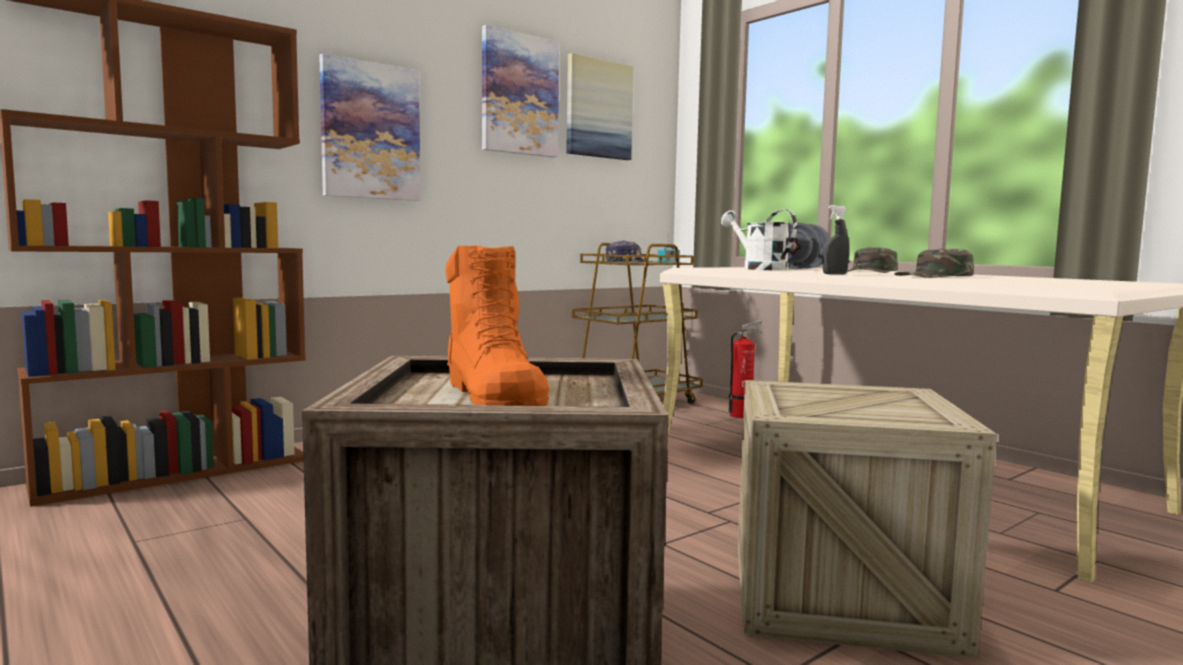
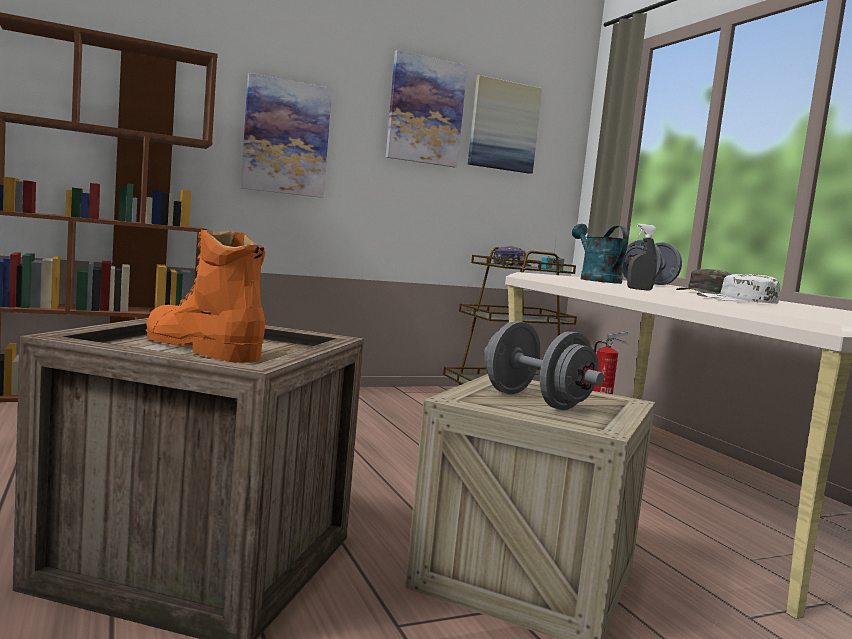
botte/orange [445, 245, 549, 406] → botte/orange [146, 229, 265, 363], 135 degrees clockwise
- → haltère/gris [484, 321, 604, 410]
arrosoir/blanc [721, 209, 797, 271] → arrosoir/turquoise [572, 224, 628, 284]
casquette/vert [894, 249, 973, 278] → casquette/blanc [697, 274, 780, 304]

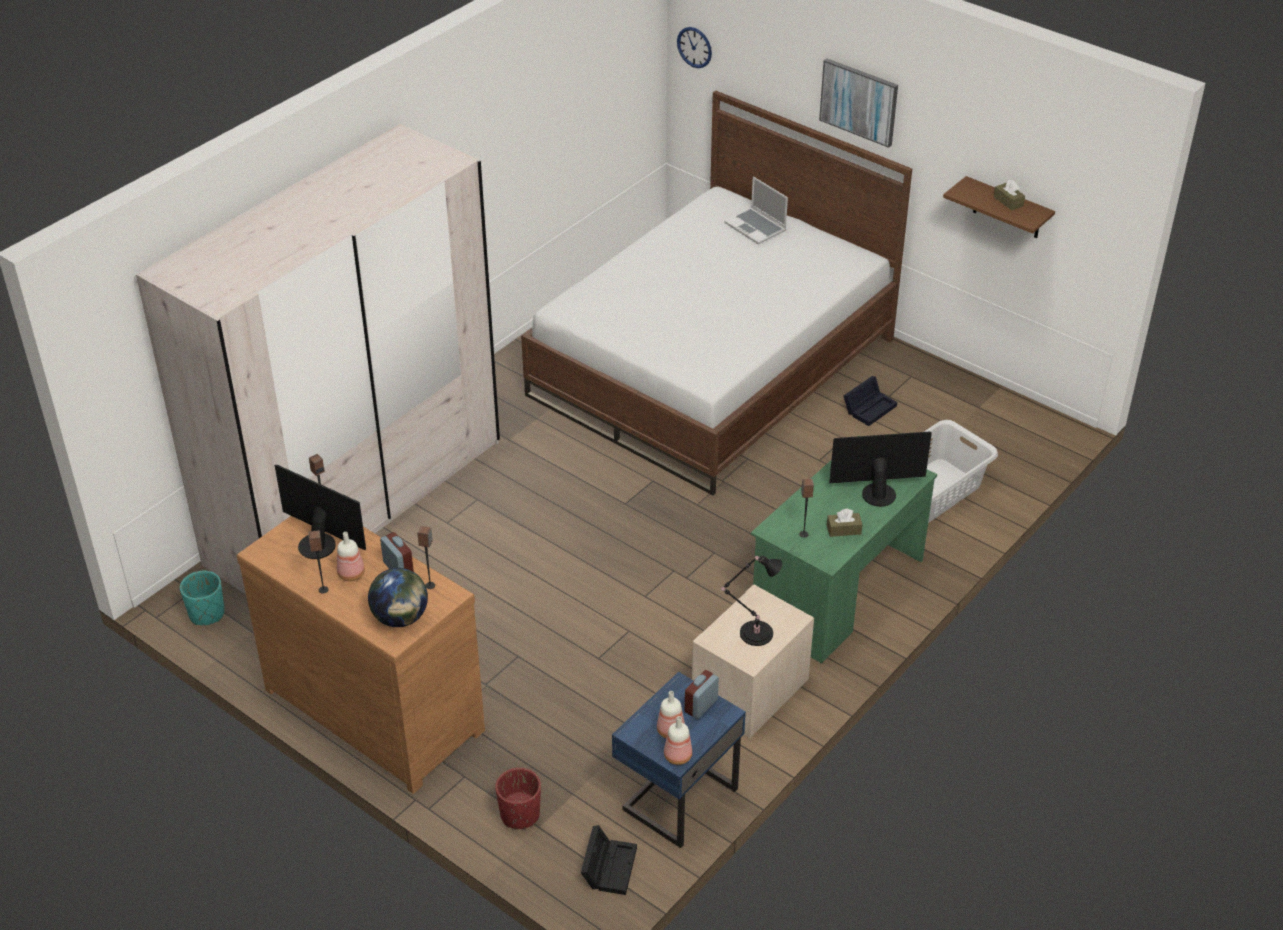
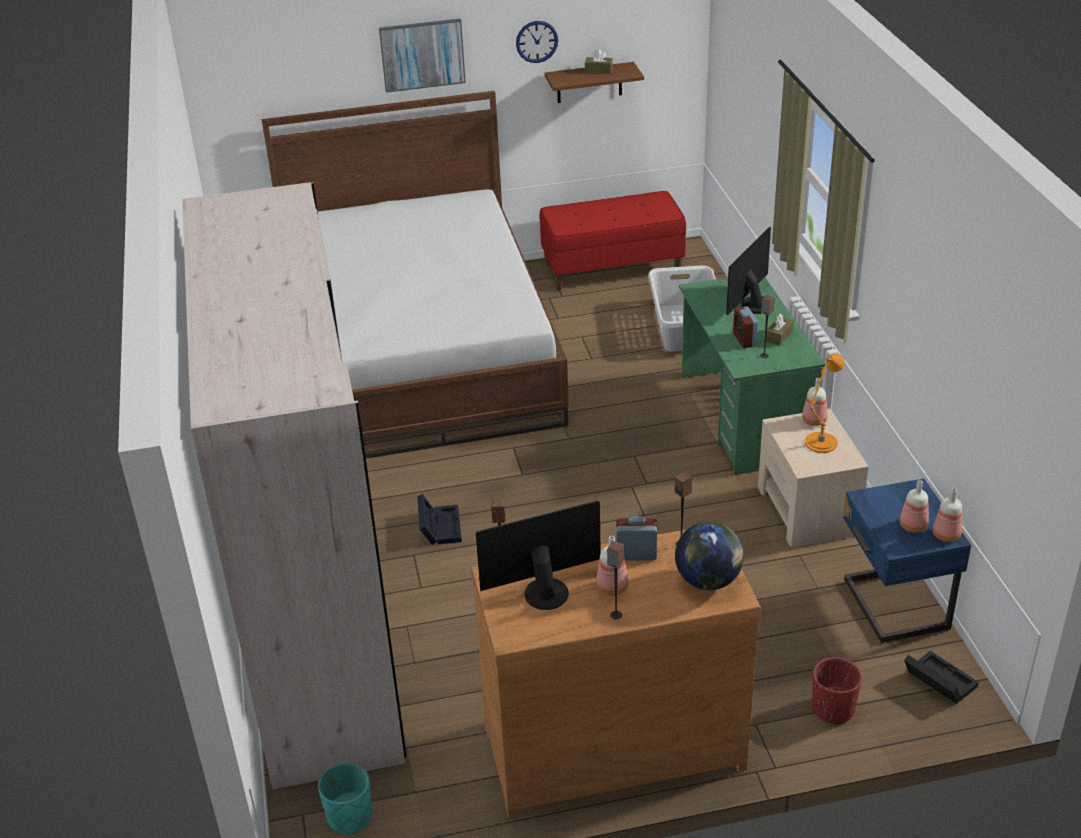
boîte de rangement/noir [844, 376, 897, 426] → boîte de rangement/noir [417, 494, 462, 545], relocated
horloge murale [677, 27, 712, 68] → horloge murale [516, 21, 558, 63], relocated
- → banc/rouge [539, 191, 686, 291]
réveil [685, 670, 719, 719] → réveil [733, 306, 758, 348], relocated
- → bouteille [802, 378, 828, 426]
lampe de table/noir [720, 556, 782, 646] → lampe de table/orange [805, 354, 845, 453]
ordinateur portable [725, 177, 788, 244] → -

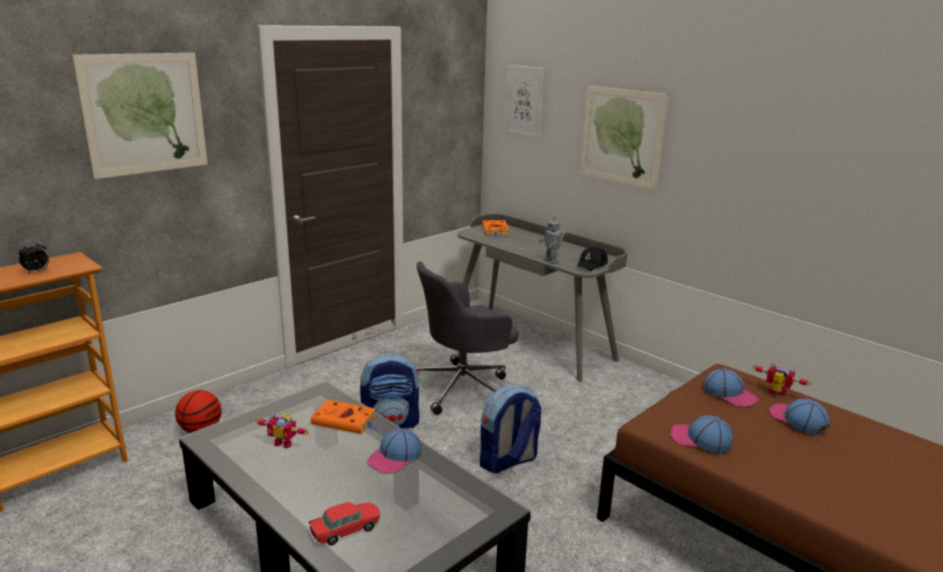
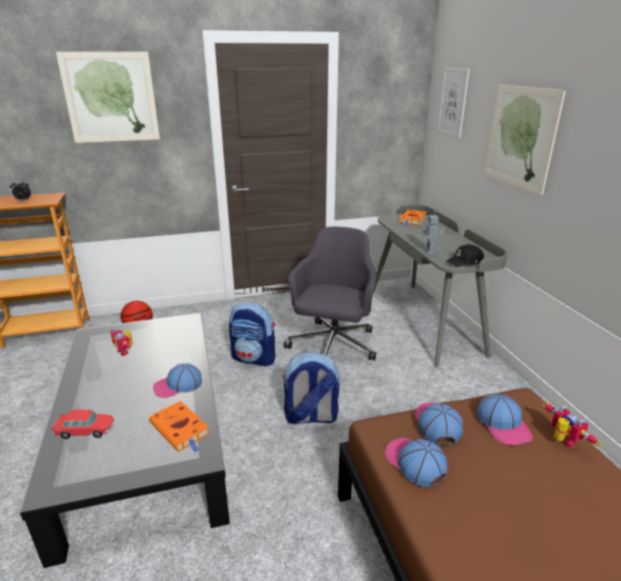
livre/orange [311, 400, 378, 434] → livre/orange [149, 401, 210, 452], relocated
chaise de bureau/gris [415, 261, 519, 415] → chaise de bureau/gris [284, 227, 377, 360], 105 degrees clockwise
casquette [769, 399, 830, 435] → casquette [415, 402, 463, 446], relocated

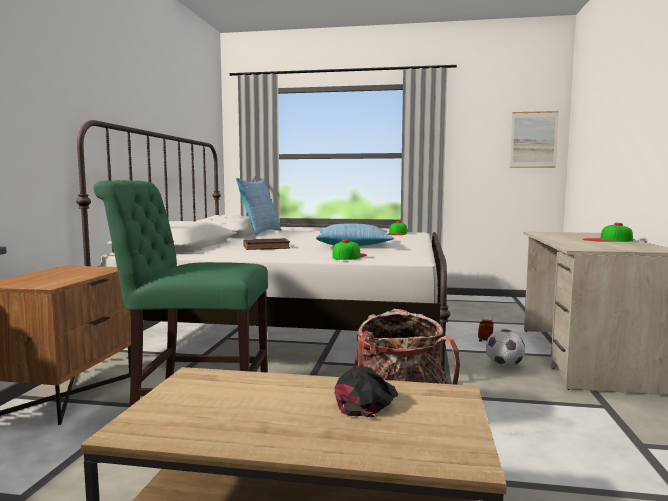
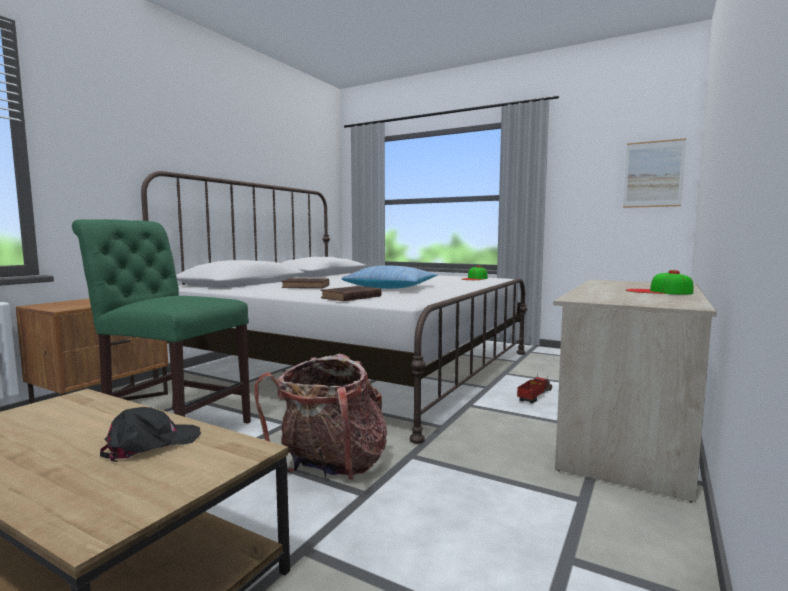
casquette [332, 239, 367, 260] → livre/marron [321, 286, 381, 301]
coussin [236, 178, 281, 235] → -
ballon de foot [486, 329, 525, 367] → -

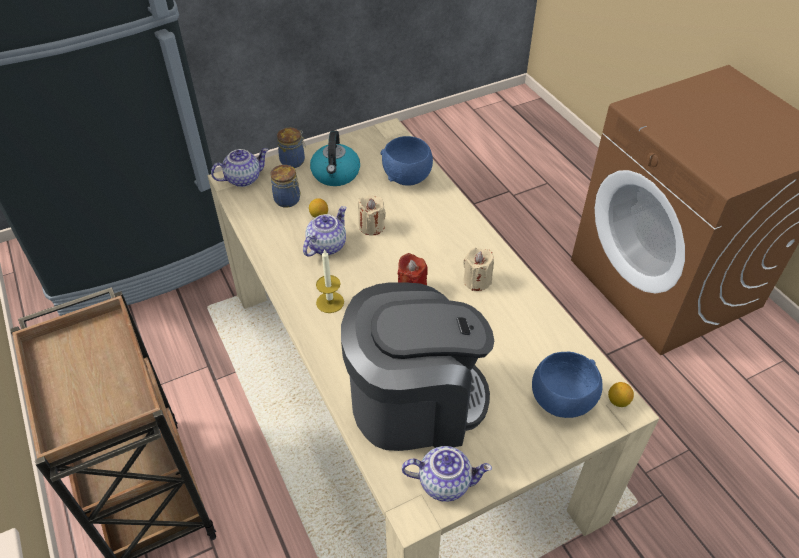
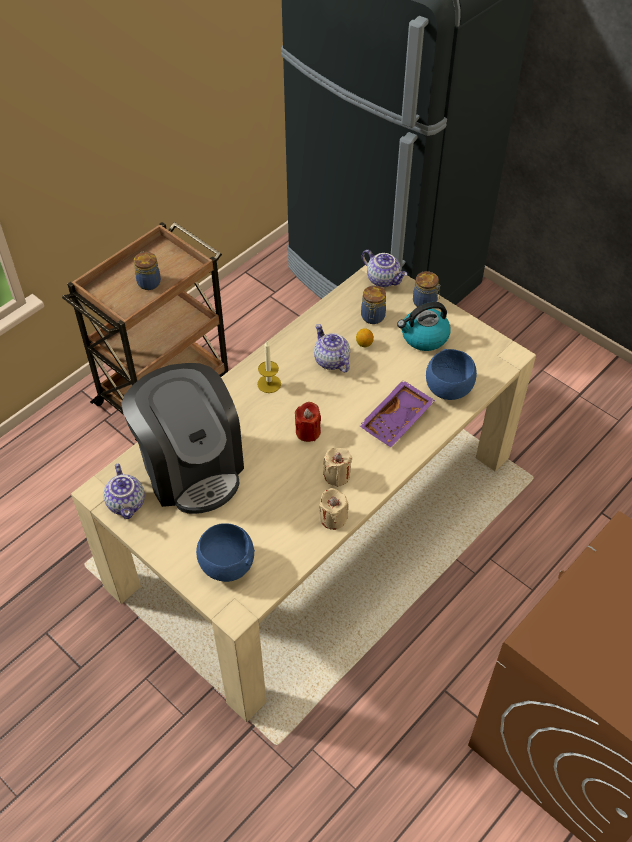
- → bocal [134, 252, 161, 290]
théière [303, 206, 347, 257] → théière [314, 324, 350, 372], 135 degrees counterclockwise
bougie/beige [358, 195, 386, 235] → bougie/beige [319, 488, 349, 530], relocated
- → plateau/violet [359, 380, 435, 447]
citron [608, 382, 634, 407] → -

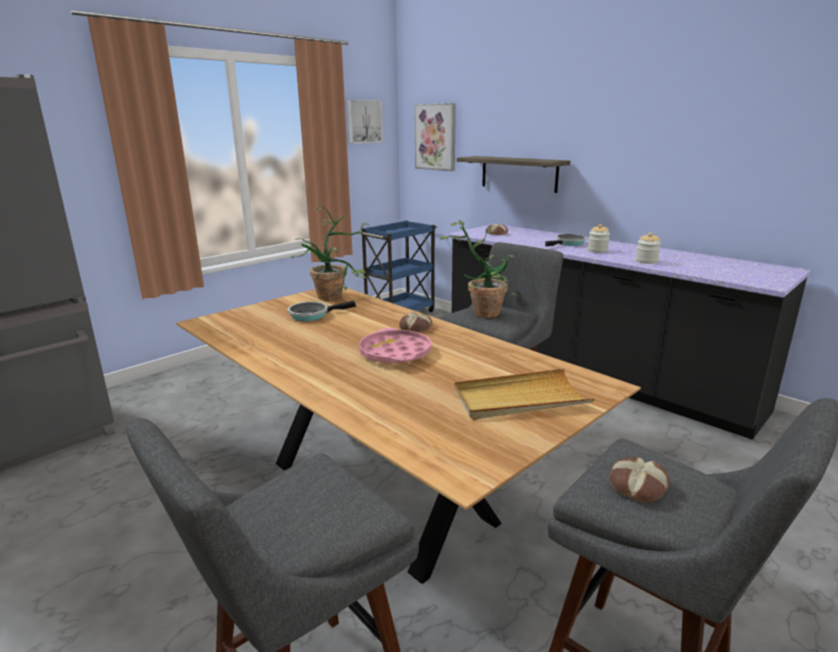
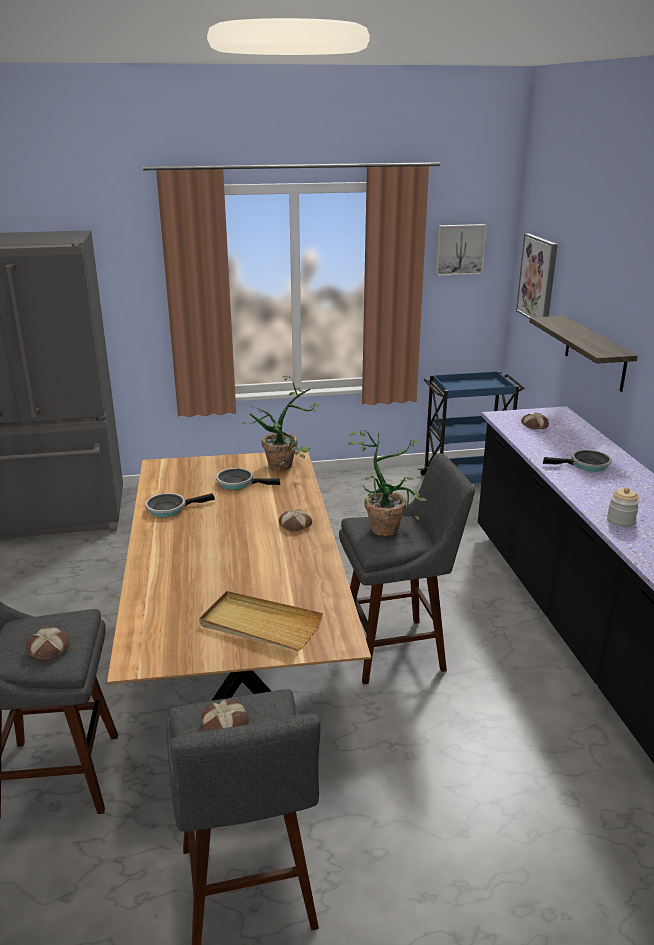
- → pain [26, 627, 70, 660]
- → poêle [145, 493, 215, 517]
plateau/rose [359, 328, 431, 363] → -
bocal [588, 224, 610, 253] → -

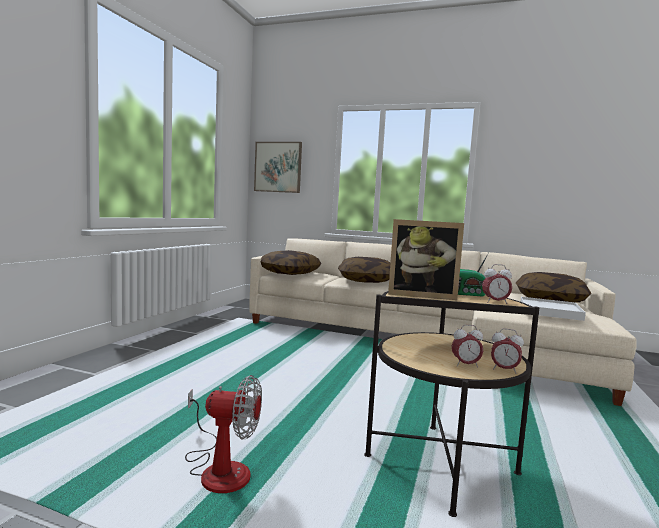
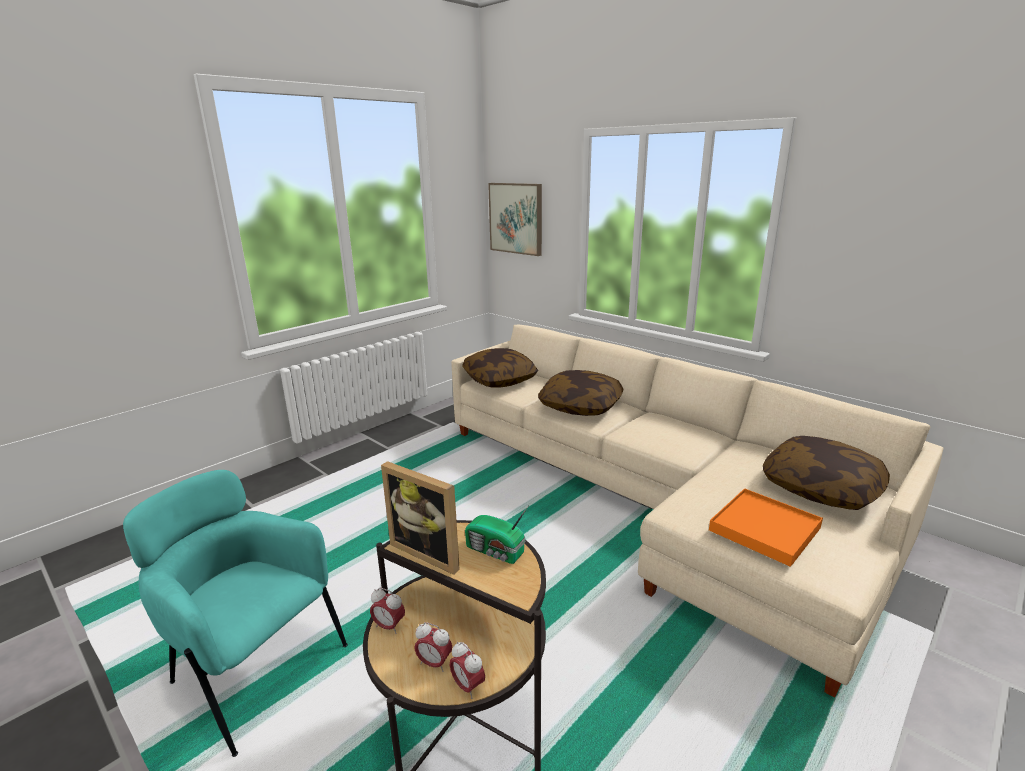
ventilateur [185, 375, 262, 493] → fauteuil/turquoise [123, 470, 348, 757]
réveil [482, 264, 512, 304] → réveil [370, 588, 405, 634], relocated
plateau/blanc [520, 297, 586, 321] → plateau/orange [709, 488, 823, 567]

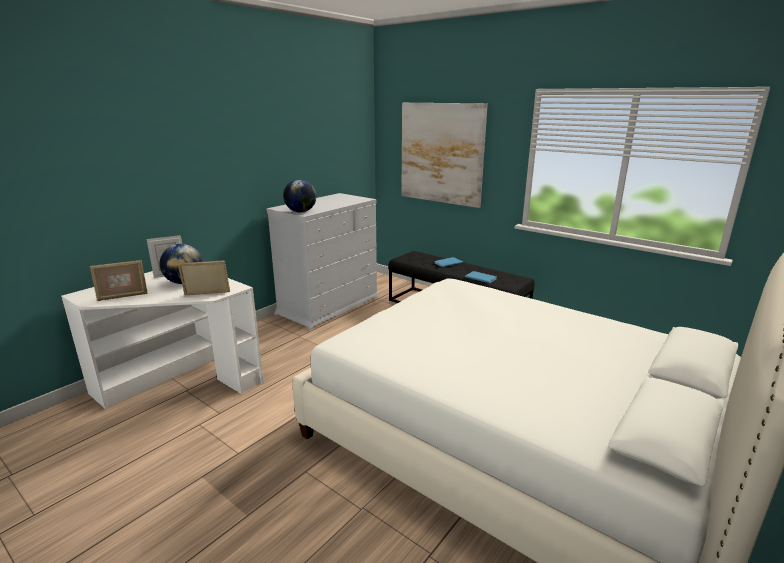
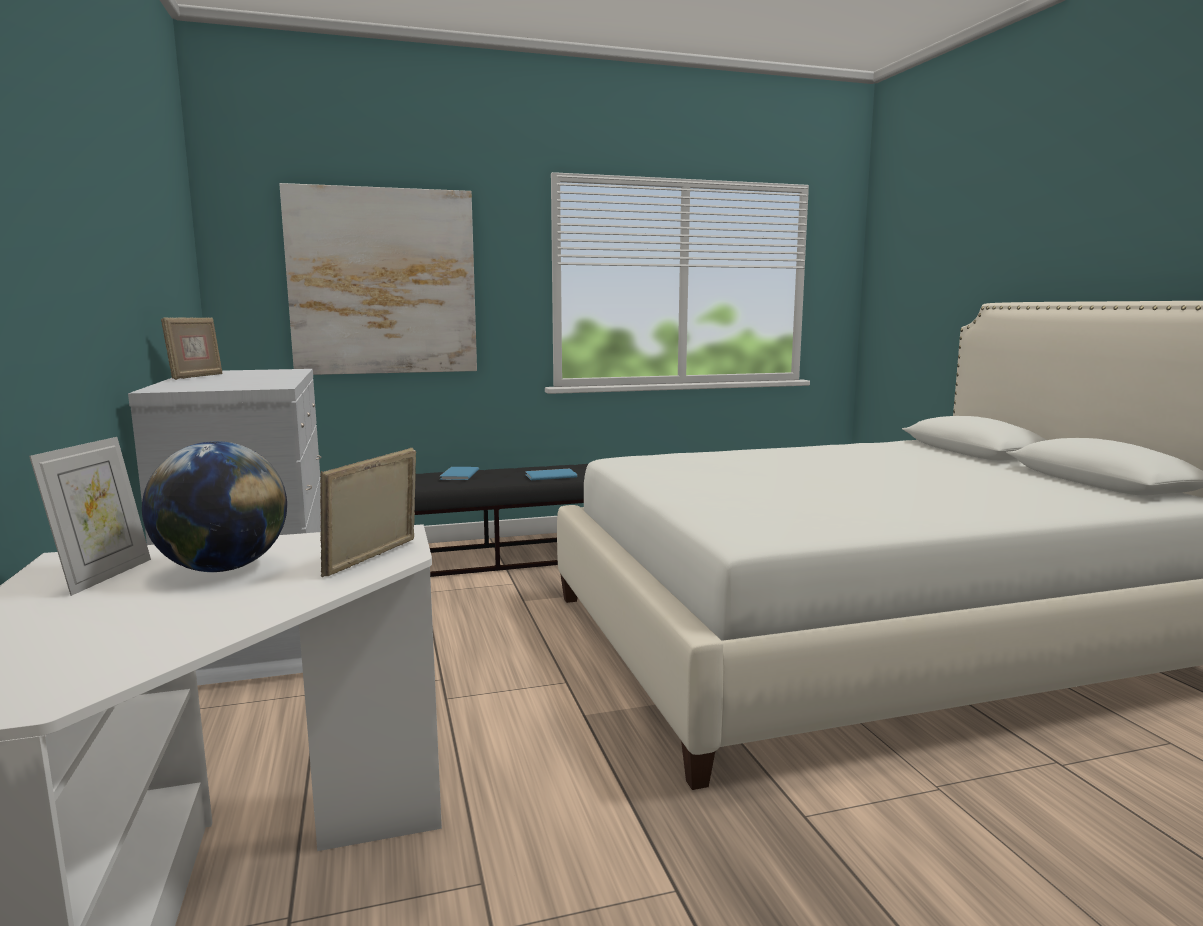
cadre photo [90, 260, 148, 301] → cadre photo [161, 317, 222, 380], relocated
globe [283, 179, 316, 212] → -

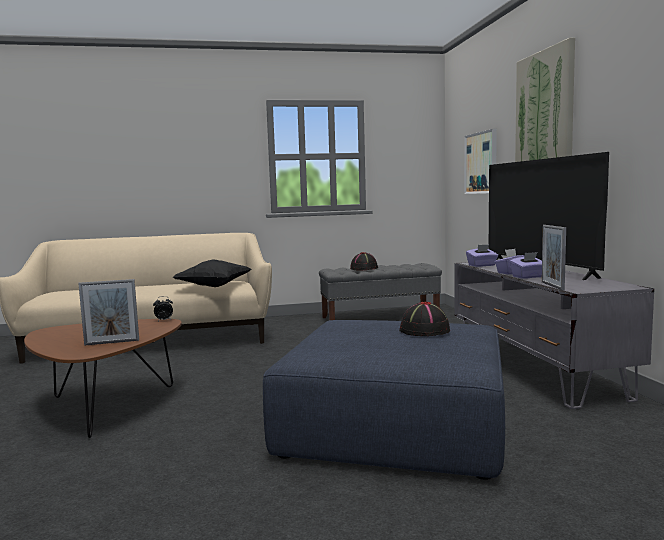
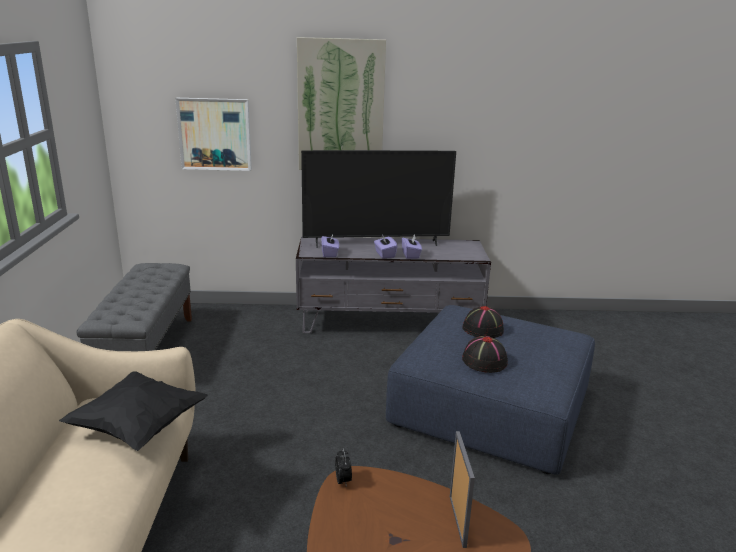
chapeau/noir [350, 252, 378, 270] → chapeau/noir [462, 336, 508, 373], relocated
cadre photo [542, 225, 566, 290] → -

